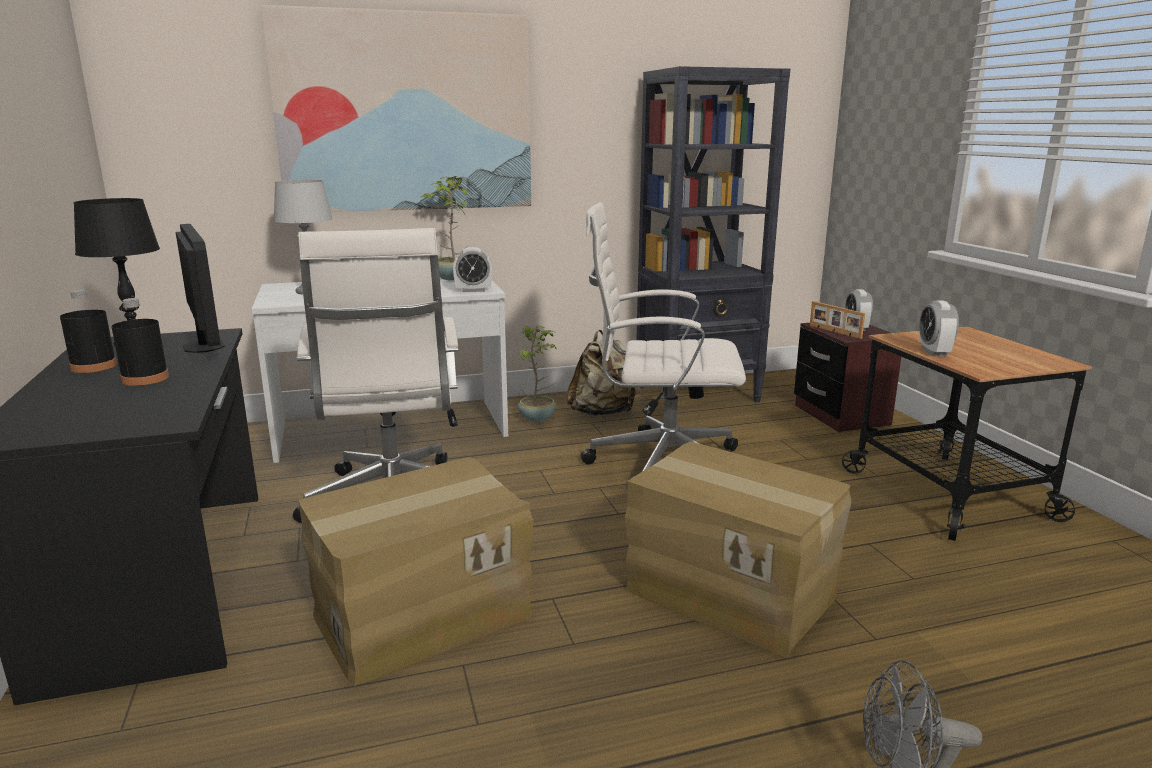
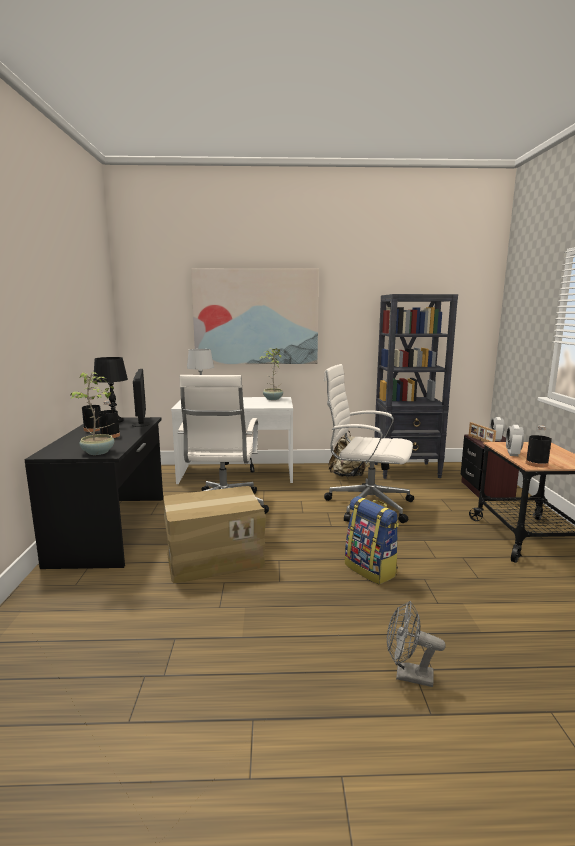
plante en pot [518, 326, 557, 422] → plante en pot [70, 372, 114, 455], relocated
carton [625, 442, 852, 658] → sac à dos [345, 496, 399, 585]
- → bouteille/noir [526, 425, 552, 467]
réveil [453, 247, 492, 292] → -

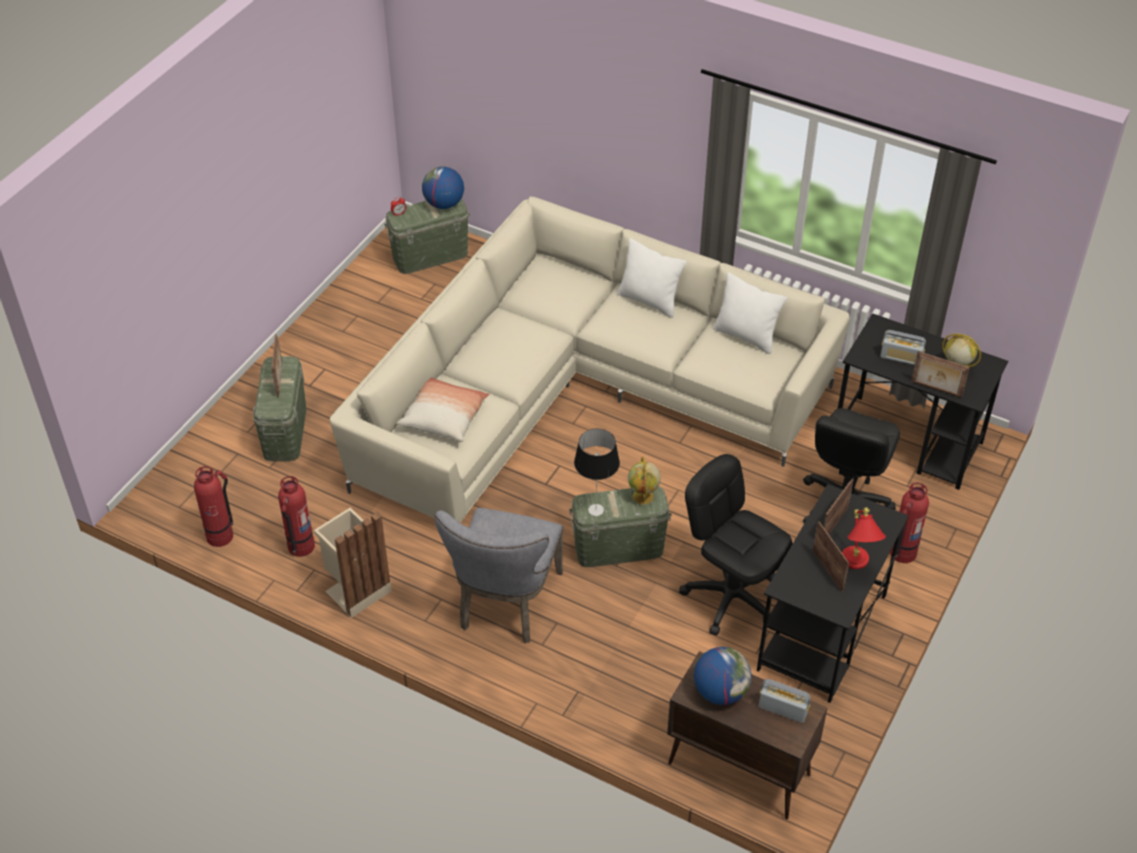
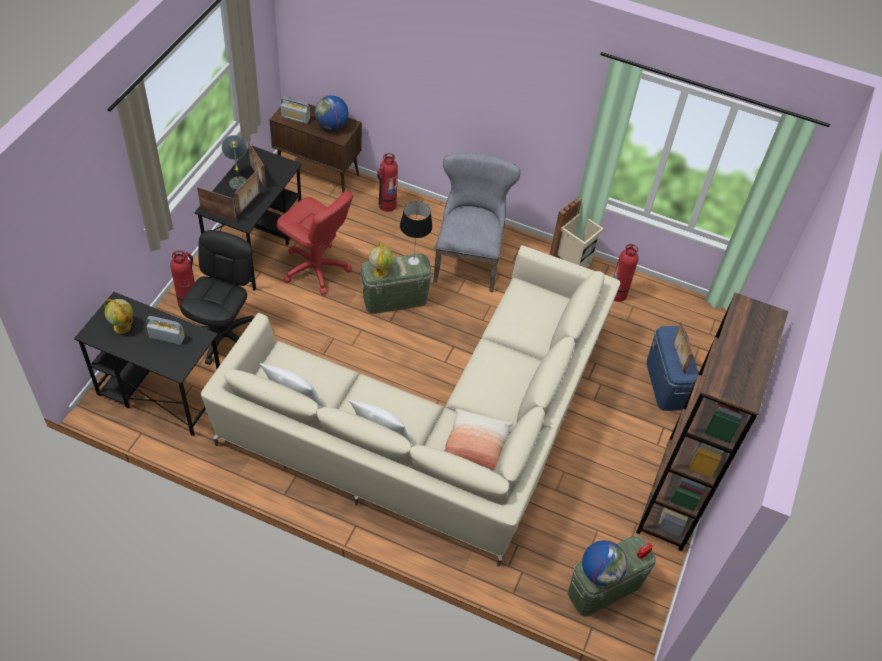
cadre photo [911, 351, 970, 398] → cadre photo [197, 187, 237, 222], relocated
lampe de table/rouge [842, 508, 886, 569] → lampe de table/gris [222, 135, 247, 190]
chaise de bureau/noir [679, 454, 792, 635] → chaise de bureau/rouge [277, 191, 353, 295]
extincteur [194, 466, 233, 547] → extincteur [377, 153, 398, 212], relocated
coussin [397, 378, 489, 442] → coussin [444, 409, 514, 471], relocated
- → bibliothèque/marron [636, 292, 789, 552]
boîte de rangement/vert [253, 356, 307, 461] → boîte de rangement/bleu [647, 326, 699, 411]

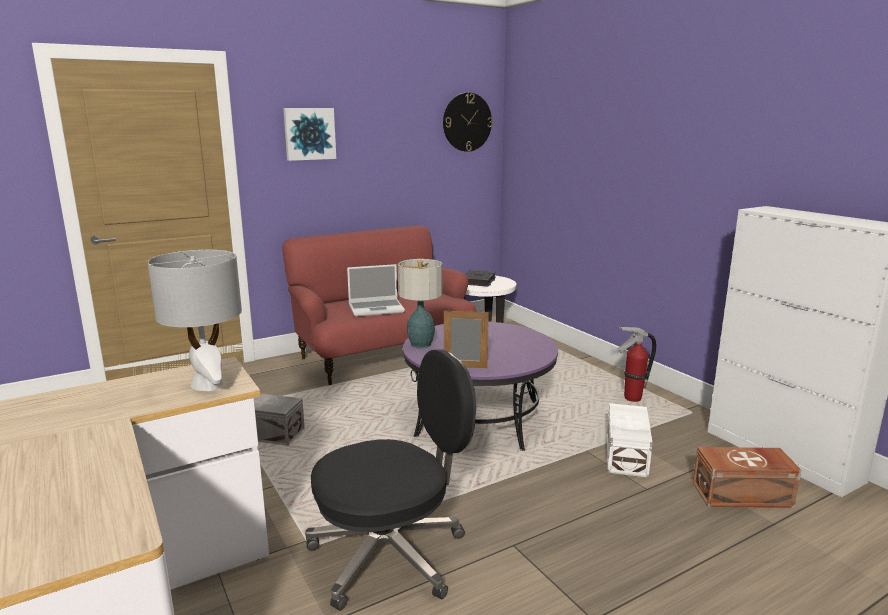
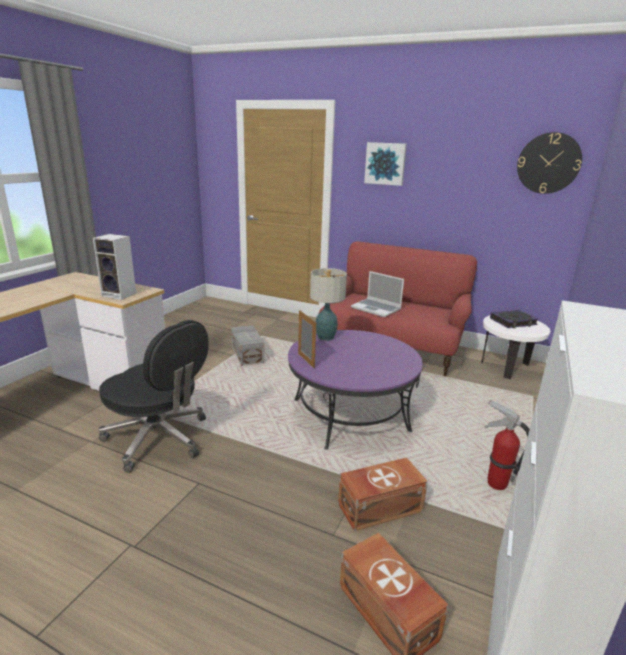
lampe de table/gris [147, 250, 242, 391] → enceinte [93, 234, 136, 300]
boîte de rangement/blanc [607, 403, 652, 478] → boîte de rangement/marron [338, 457, 428, 532]

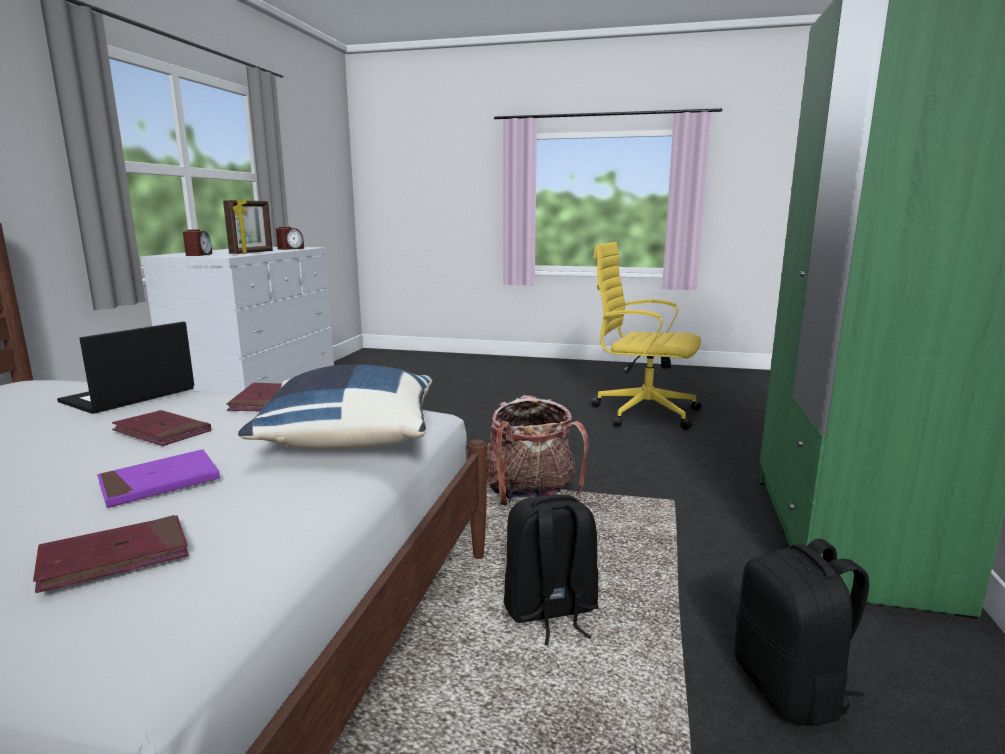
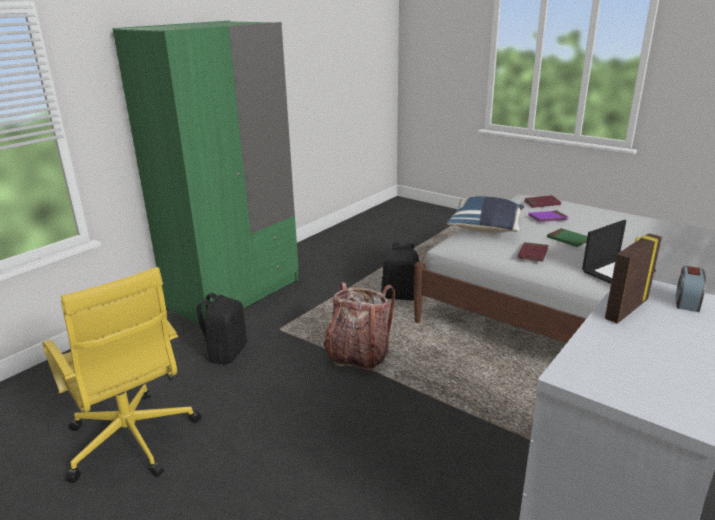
sac à dos/noir [734, 539, 869, 725] → sac à dos/noir [197, 293, 247, 364], relocated
livre/rouge [112, 410, 211, 446] → livre/vert [547, 228, 587, 247]
réveil [276, 227, 304, 250] → -

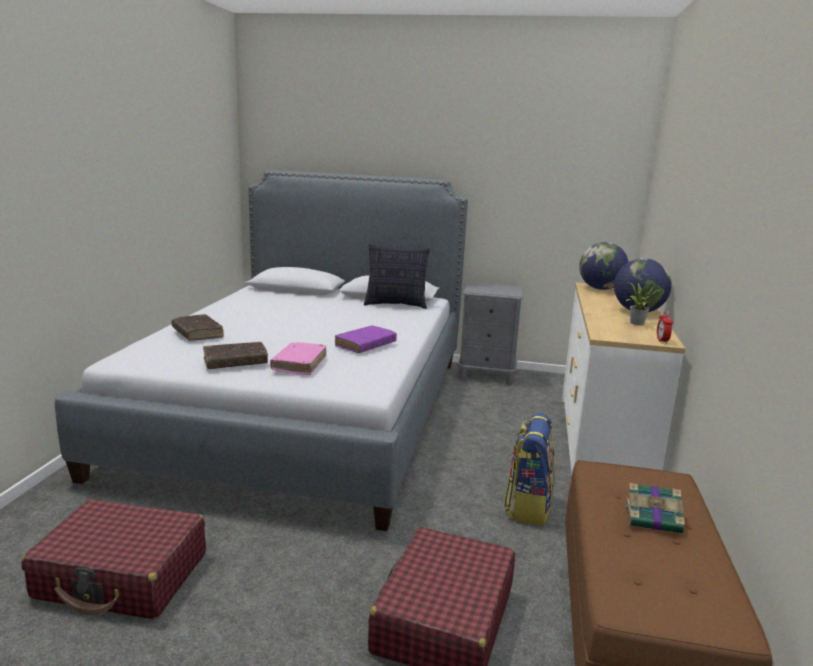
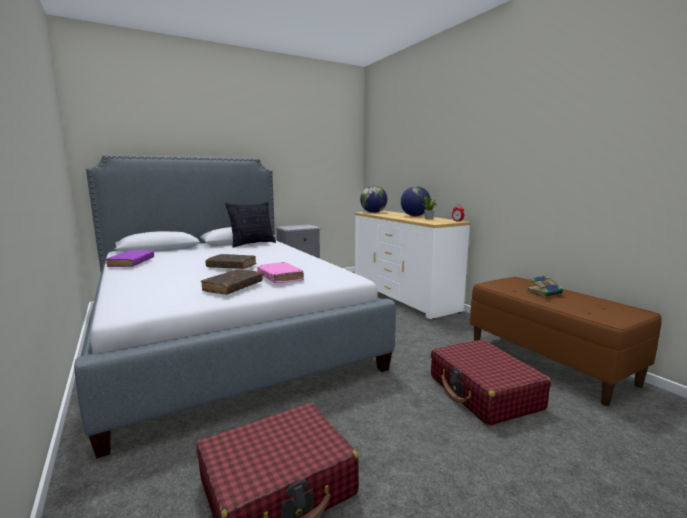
livre/violet [335, 325, 397, 353] → livre/violet [106, 250, 154, 267], relocated
livre/marron [171, 314, 224, 341] → livre/marron [205, 254, 256, 269], relocated
sac à dos [503, 413, 555, 526] → -

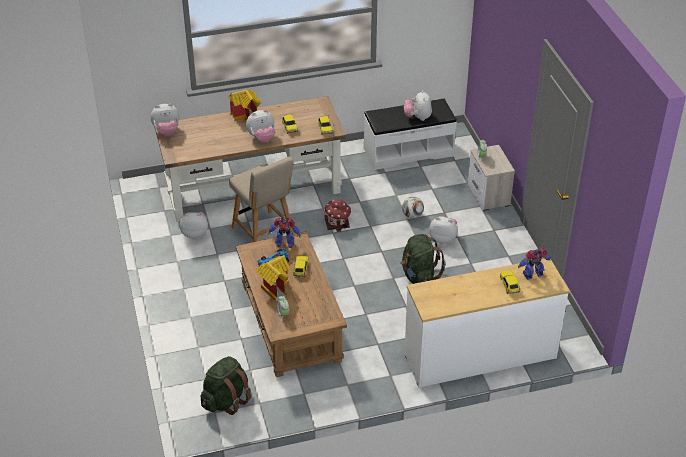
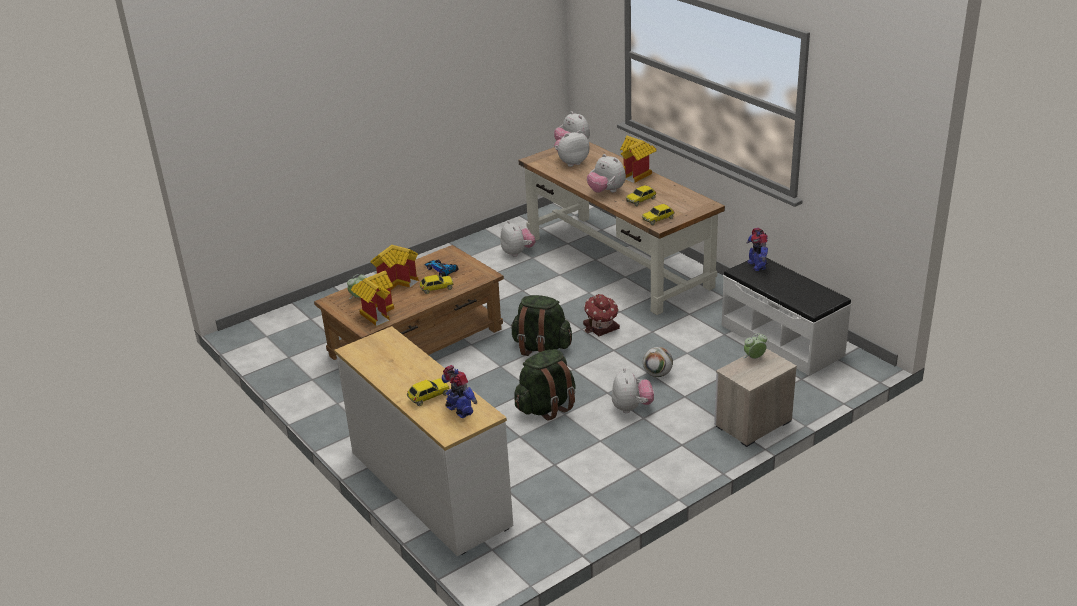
- → maison miniature [351, 271, 394, 326]
sac à dos/vert [201, 356, 251, 415] → sac à dos/vert [511, 295, 572, 356], relocated
peluche [404, 90, 432, 121] → peluche [554, 130, 589, 167], relocated
robot jouet [268, 217, 301, 248] → robot jouet [747, 228, 768, 271], relocated
chaise/beige [229, 157, 294, 242] → -

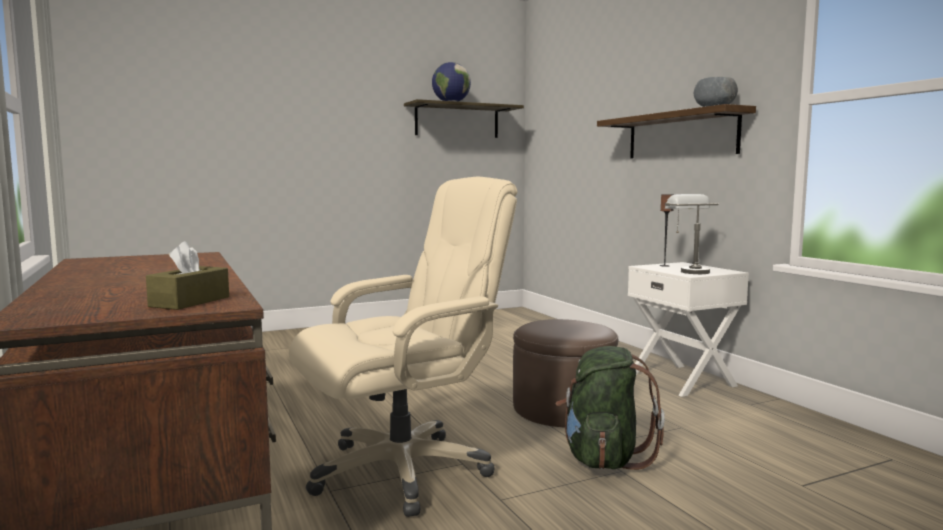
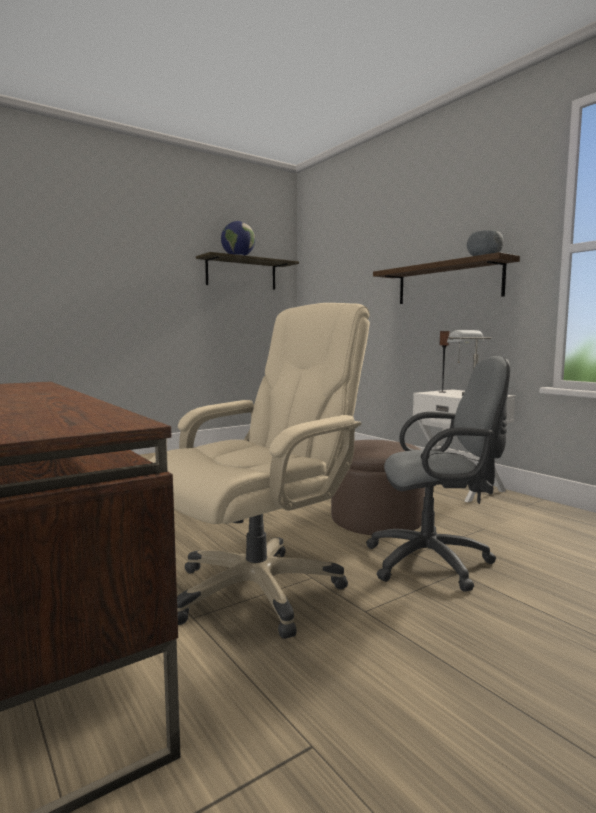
sac à dos/vert [555, 346, 665, 470] → chaise de bureau/gris [366, 356, 510, 592]
boîte à mouchoirs/marron [146, 241, 229, 310] → -

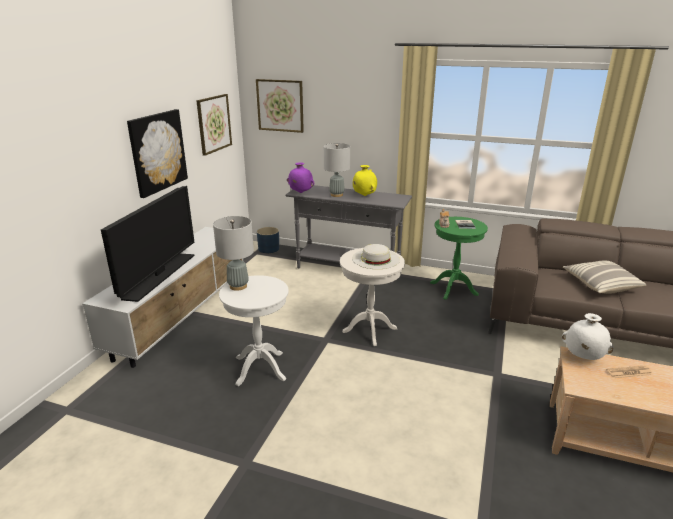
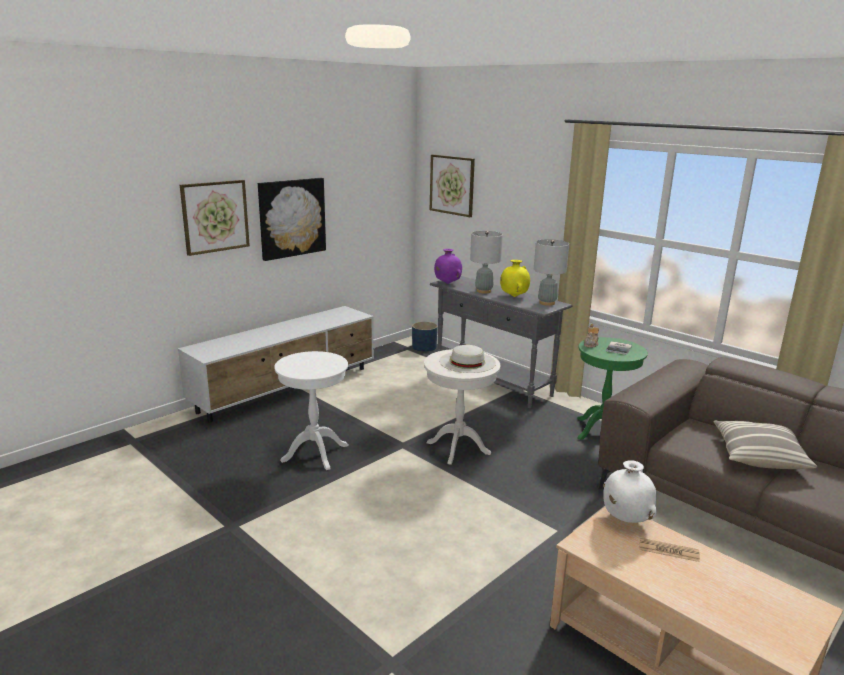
tableau [196, 94, 232, 156] → tableau [180, 180, 250, 256], relocated
lampe de table/gris [213, 216, 254, 291] → lampe de table/gris [534, 239, 569, 306], relocated
téléviseur [101, 186, 195, 302] → -

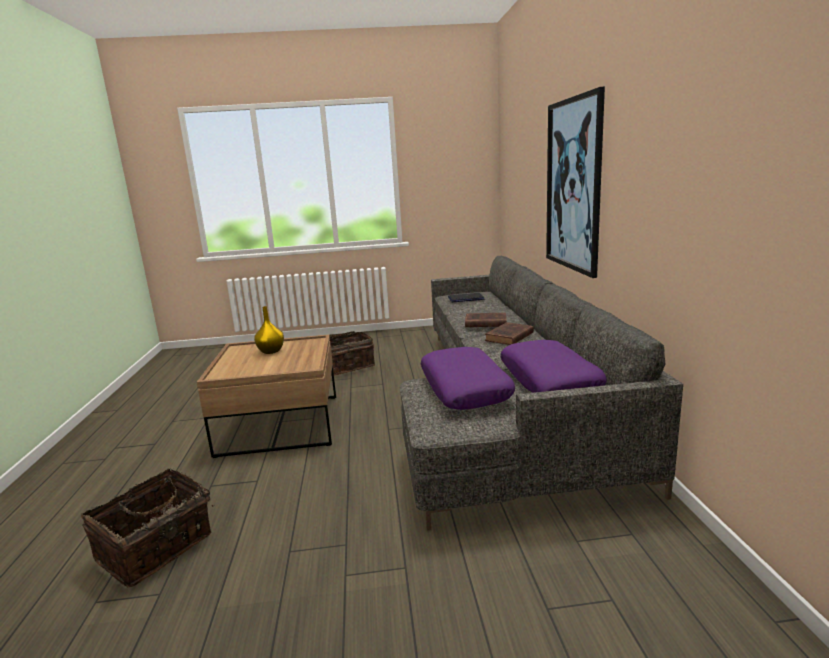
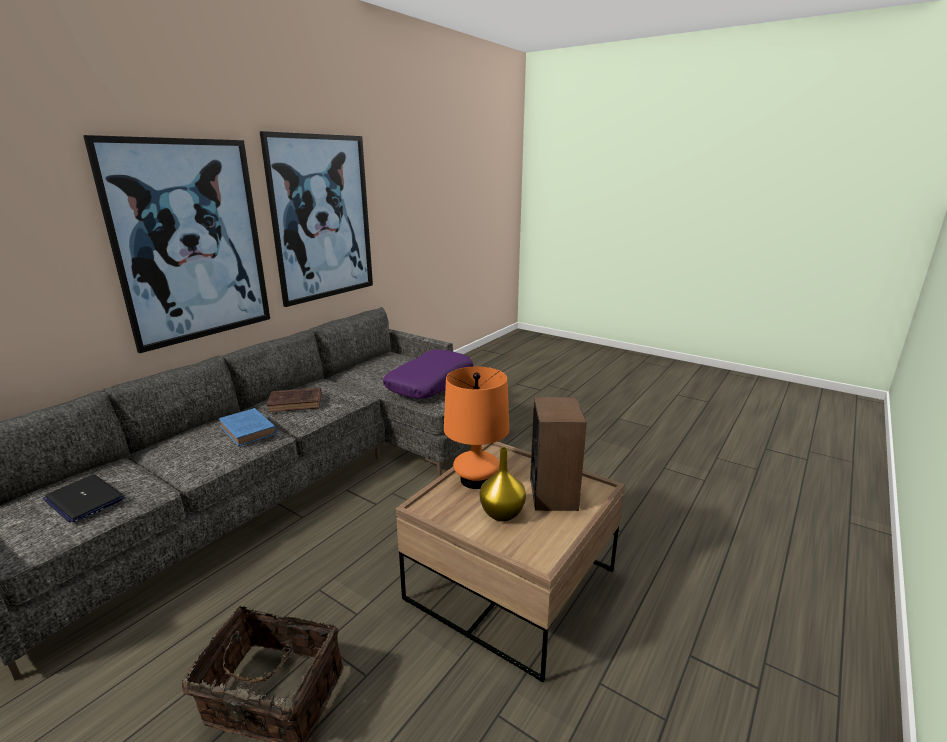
livre/marron [465, 313, 507, 327] → livre/bleu [219, 408, 277, 446]
- → tableau [260, 131, 373, 307]
- → lampe de table/orange [444, 367, 509, 489]
- → enceinte [530, 397, 587, 511]
panier [81, 469, 215, 587] → -
coussin/violet [500, 340, 607, 393] → -

